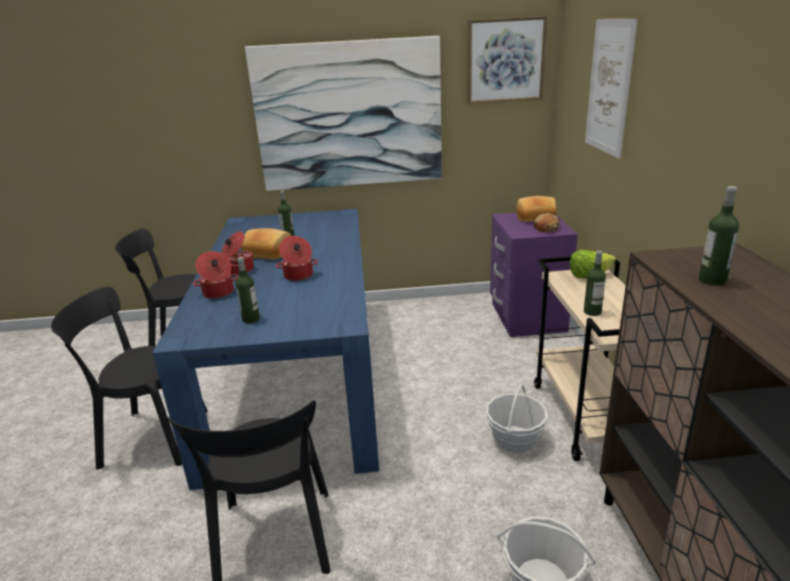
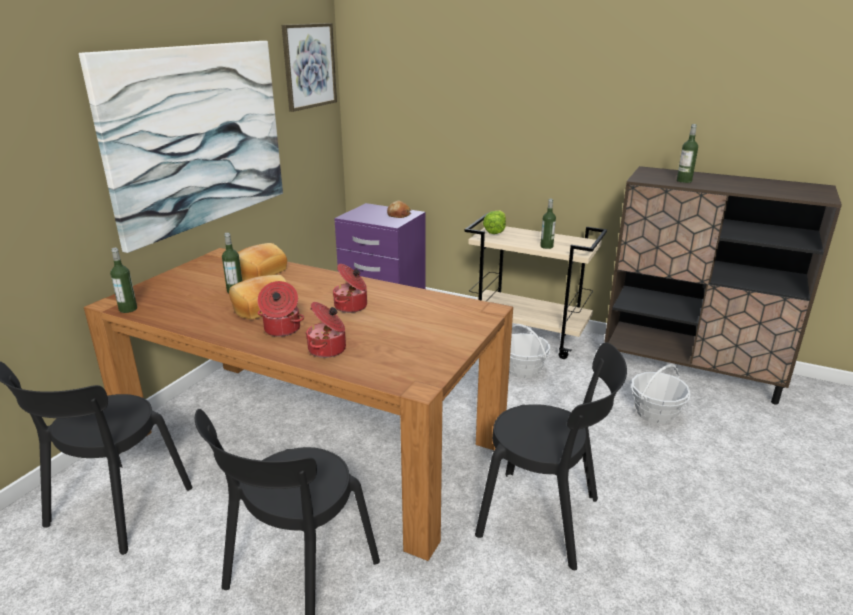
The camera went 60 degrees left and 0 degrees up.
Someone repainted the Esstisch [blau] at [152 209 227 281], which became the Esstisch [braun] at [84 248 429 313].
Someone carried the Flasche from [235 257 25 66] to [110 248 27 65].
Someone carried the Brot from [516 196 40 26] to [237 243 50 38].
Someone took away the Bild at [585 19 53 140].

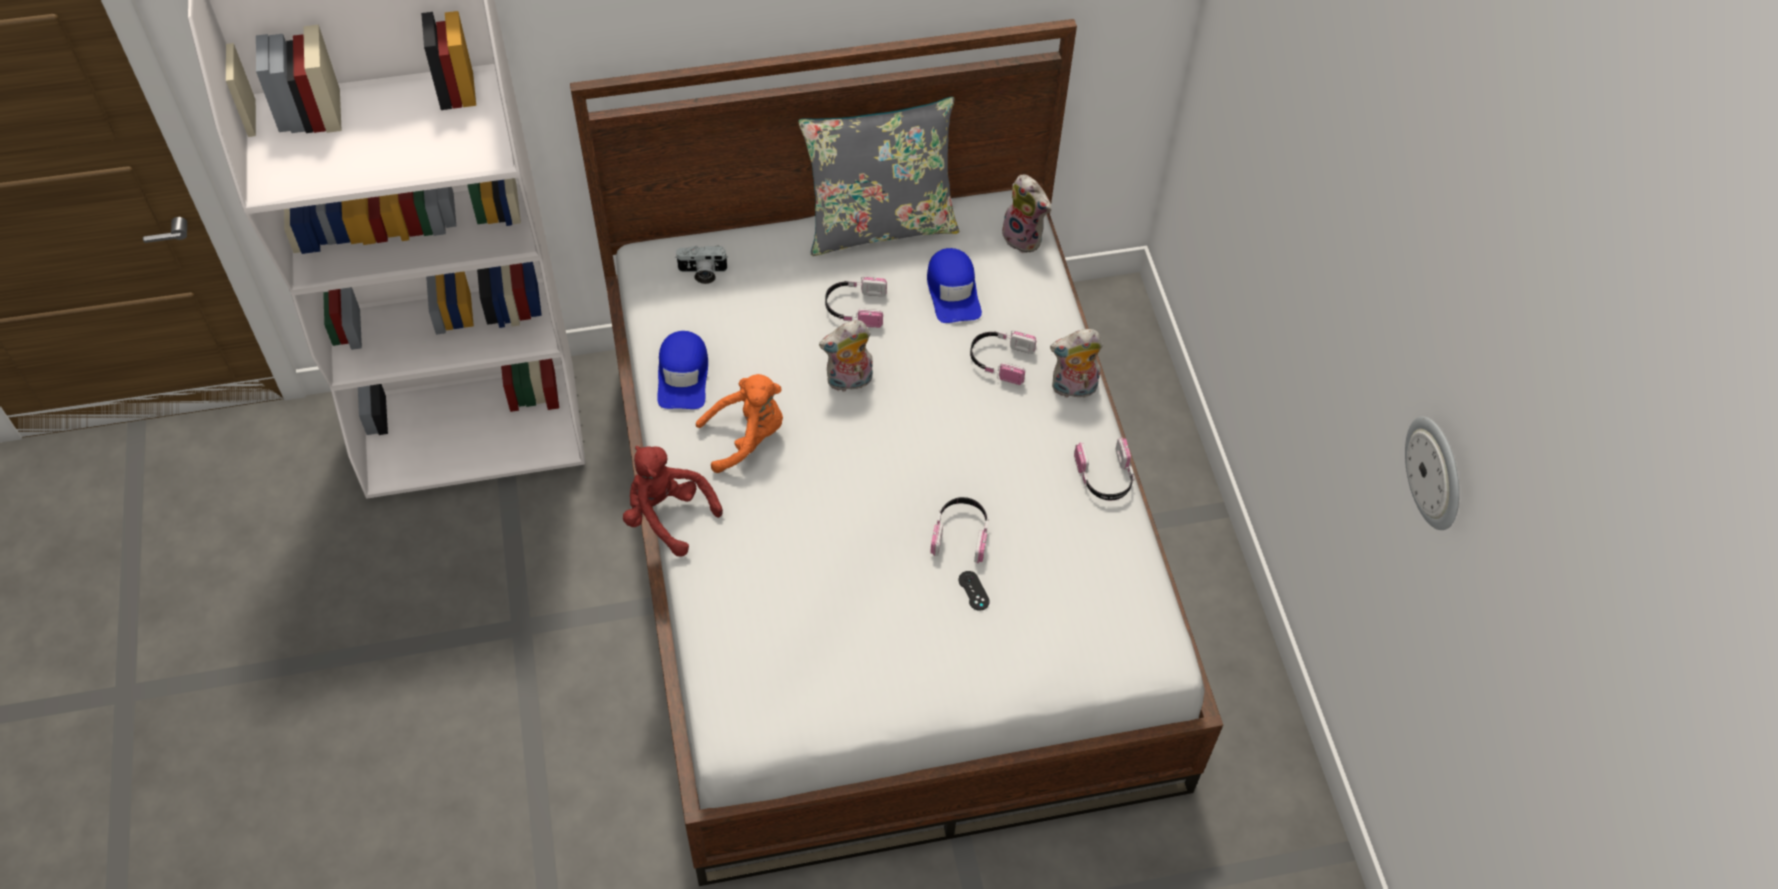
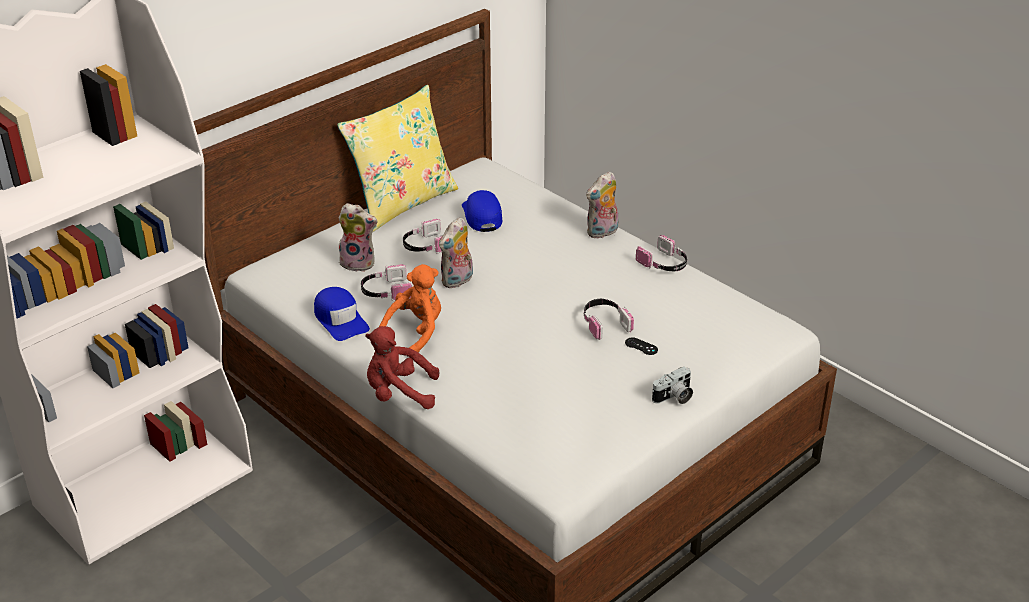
The camera went 30 degrees left and 20 degrees down.
Someone repainted the Kissen [grau] at [798 97 162 159], which became the Kissen [gelb] at [337 85 121 147].
Someone carried the Plüschtier from [1002 174 50 79] to [339 203 38 69].
Someone carried the Kopfhörer from [970 331 66 54] to [361 264 51 36].
Someone rotated the Kappe [blau] at [927 248 55 75] by 150 degrees counterclockwise.
Someone carried the Kamera from [675 246 53 38] to [652 367 41 37].
Someone took away the Wanduhr at [1405 416 54 114].

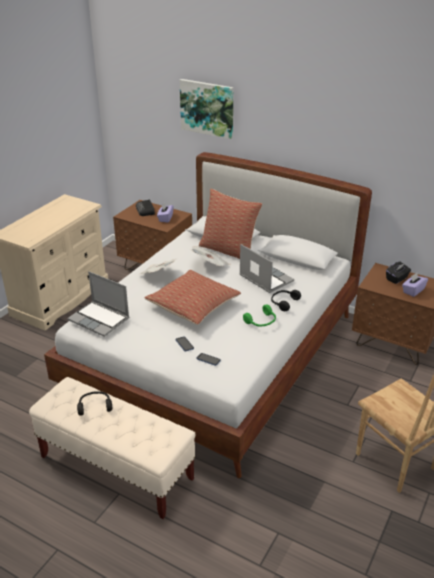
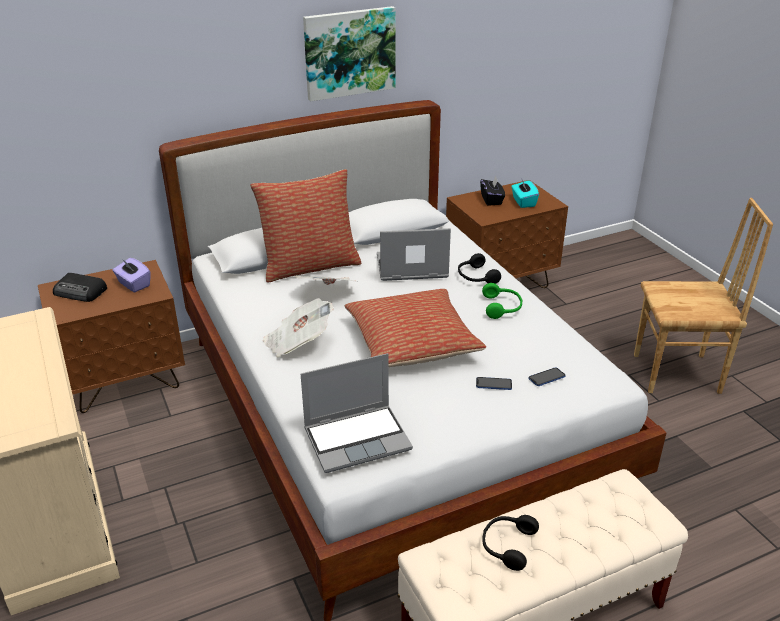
The camera went 55 degrees left and 0 degrees up.
Someone carried the Bild from [180 79 54 60] to [303 6 93 96].
Someone repainted the Taschentuchbox [lila] at [402 273 26 24], which became the Taschentuchbox [türkis] at [511 178 28 30].

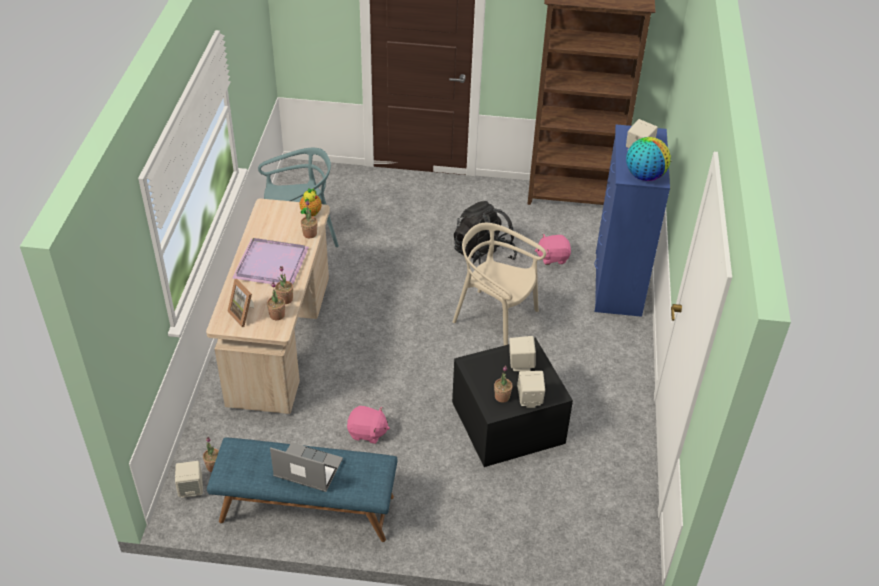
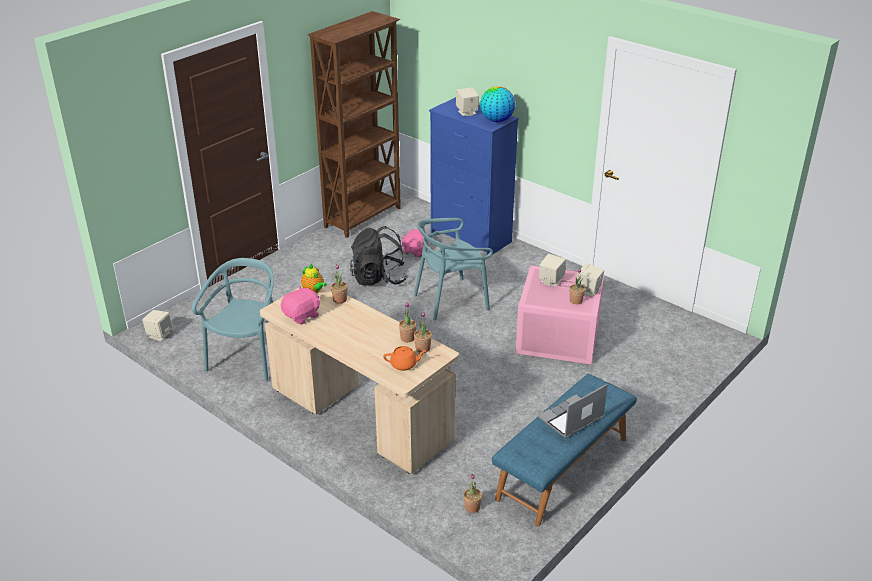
The camera went 55 degrees left and 10 degrees down.
Someone carried the Lautsprecher [beige] from [175 461 28 37] to [142 310 31 31].
Someone carried the Plüschtier [rosa] from [347 406 43 38] to [281 286 39 39].
Someone swapped the Bilderrahmen at [228 279 26 48] for the Teekanne [orange] at [383 346 43 25].
Someone repainted the Stuhl [beige] at [453 223 93 122], which became the Stuhl [türkis] at [414 218 79 102].
Someone repainted the Aufbewahrungsbox [schwarz] at [452 337 121 130], which became the Aufbewahrungsbox [rosa] at [516 266 88 98].
Someone took away the Tablett [lila] at [232 238 77 47].

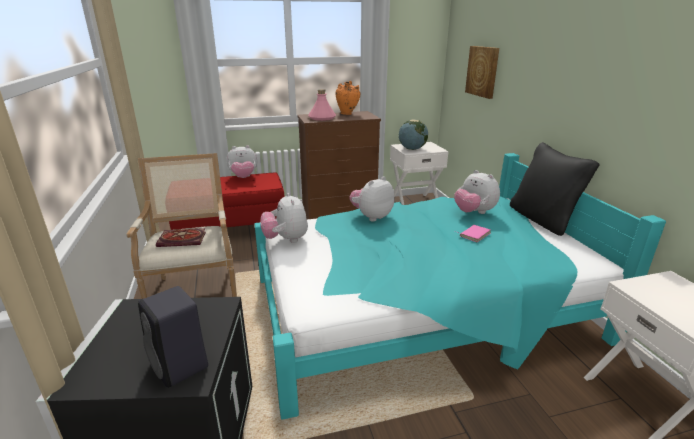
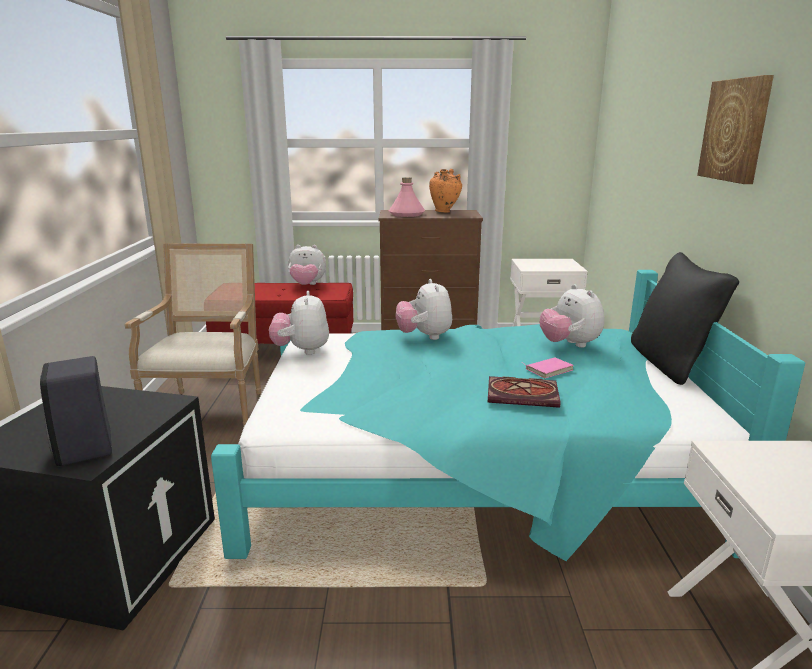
The camera went 15 degrees right and 5 degrees down.
Someone rotated the Plüschtier at [349 176 45 46] by 75 degrees counterclockwise.
Someone carried the Buch from [156 228 50 19] to [488 376 73 32].
Someone carried the Bild from [465 46 34 53] to [697 75 77 109].
Someone took away the Globus at [398 120 30 30].

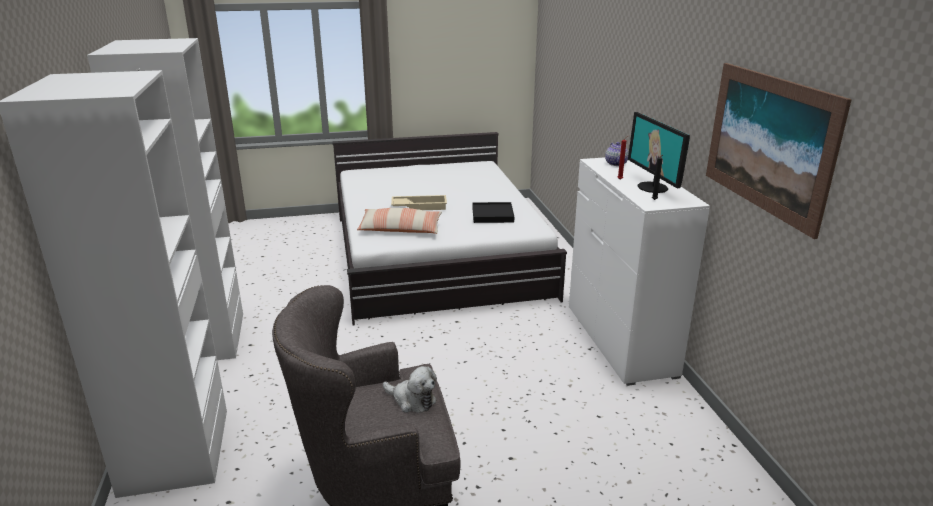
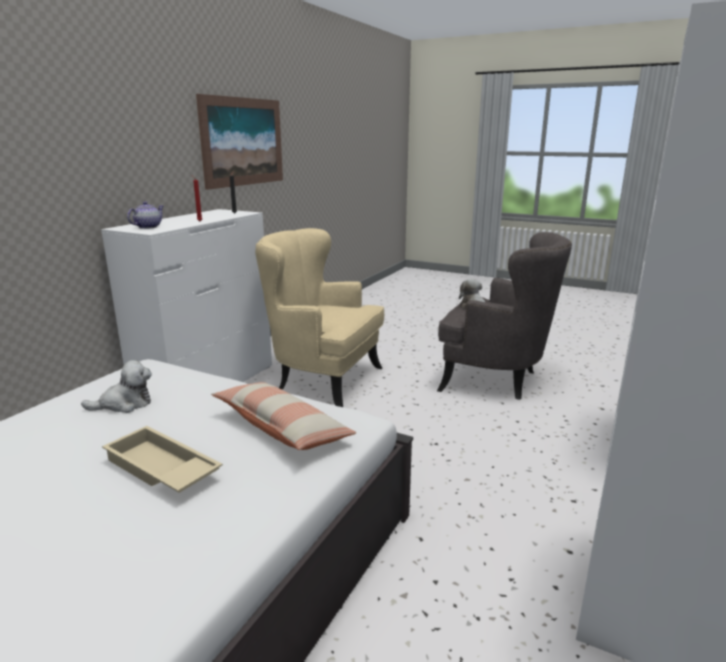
The camera went 140 degrees left and 5 degrees down.
Someone swapped the Tablett [schwarz] at [472 202 42 21] for the Plüschtier at [81 360 71 53].
Someone put down the Sessel [beige] at [255 228 129 179].
Someone took away the Monitor at [628 112 62 81].

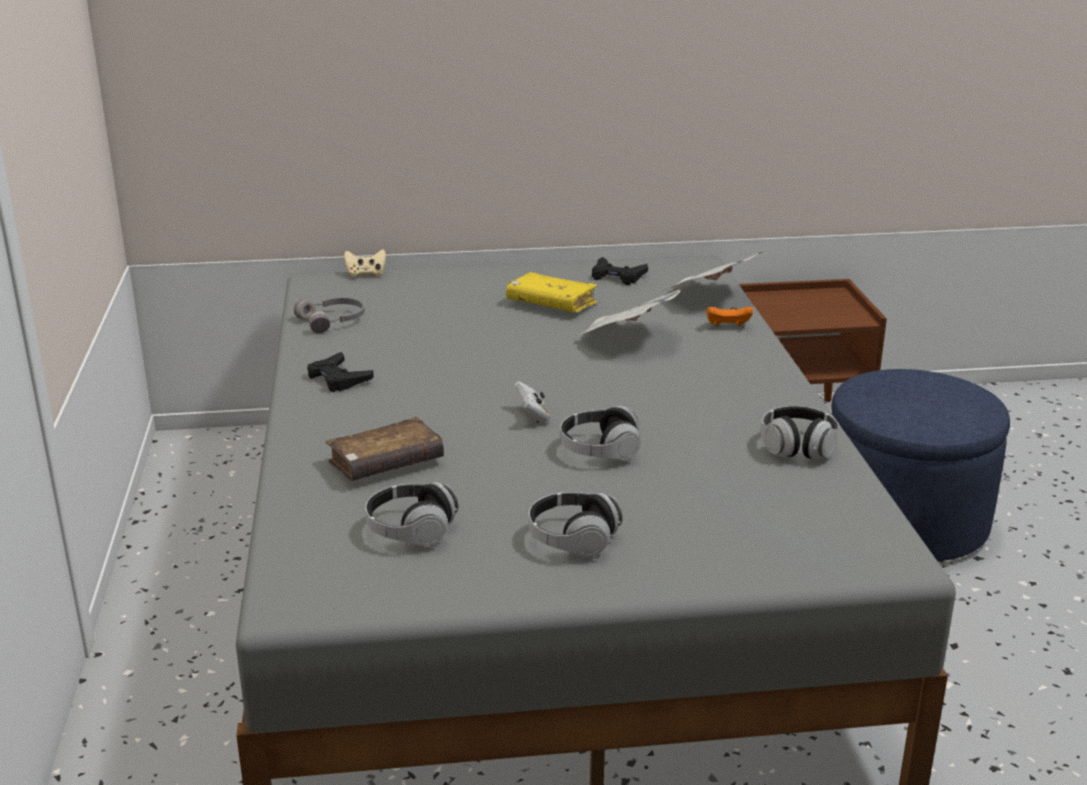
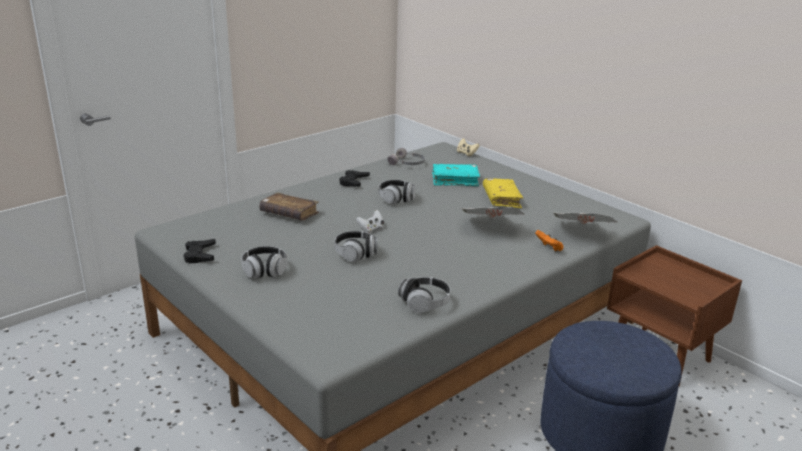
The camera went 55 degrees right and 0 degrees up.
Someone carried the Gamepad [schwarz] from [592 257 56 28] to [183 239 33 24].
Someone carried the Kopfhörer from [365 482 94 64] to [378 180 37 24].
Someone put down the Buch [türkis] at [432 164 48 22].

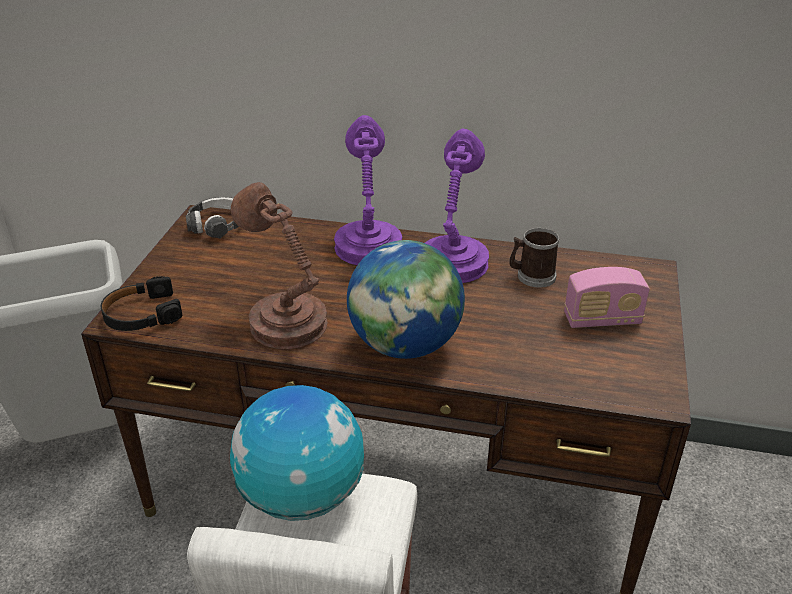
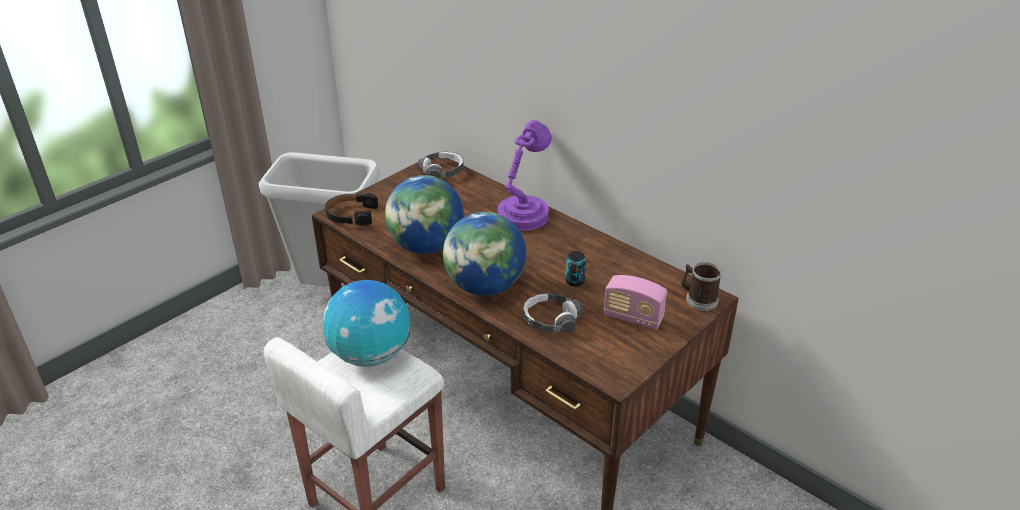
The camera went 30 degrees right and 0 degrees up.
Someone swapped the Tischlampe [braun] at [231 182 97 167] for the Globus at [385 175 79 79].
Someone put down the Kopfhörer at [522 293 61 41].
Someone put down the Dose at [566 251 20 36].
Someone carried the Henkelbecher from [509 228 51 60] to [681 262 41 49].
Someone took away the Tischlampe [lila] at [425 128 64 155].

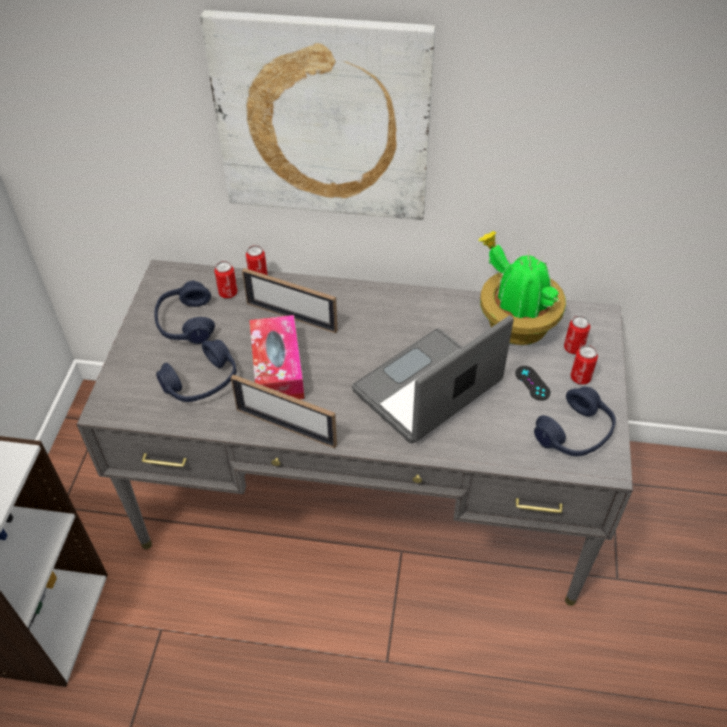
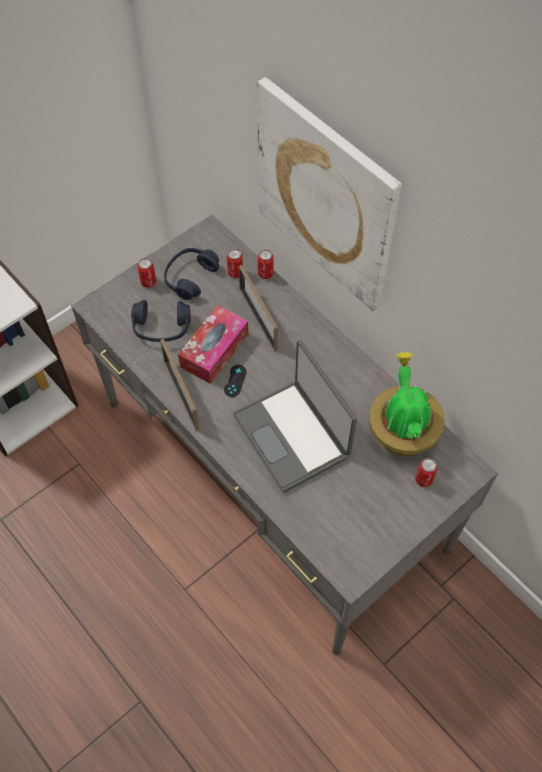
The camera went 40 degrees right and 10 degrees up.
Someone carried the Dose from [570 345 28 40] to [137 258 19 30].
Someone carried the Gamepad [schwarz] from [515 366 36 35] to [224 365 23 32].
Someone rotated the Laptop at [352 315 162 129] by 120 degrees counterclockwise.
Someone took away the Kopfhörer [blau] at [534 387 82 69].

